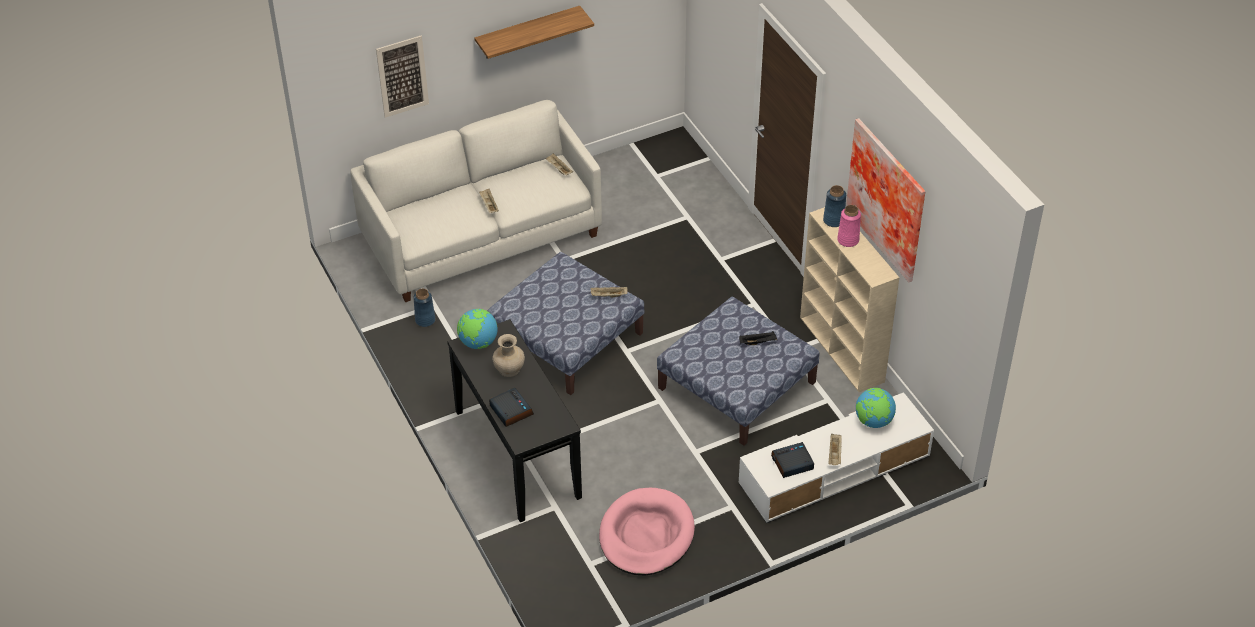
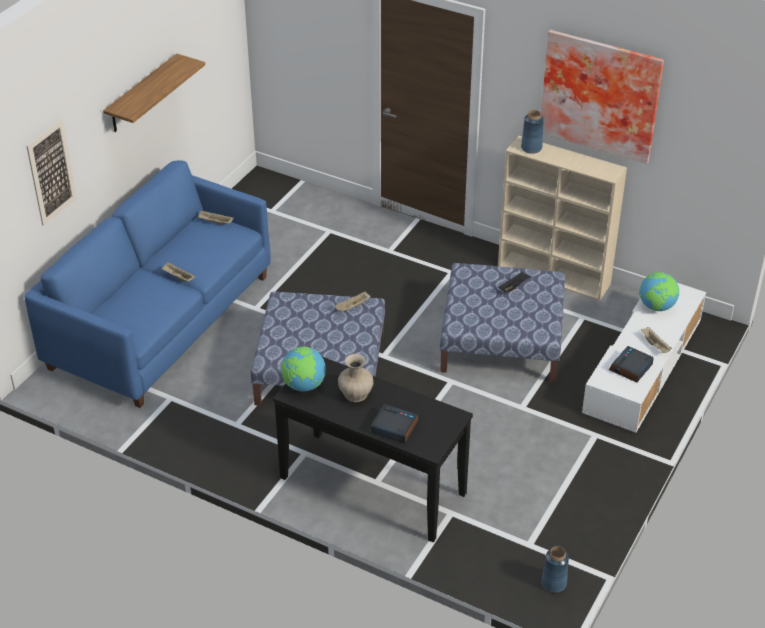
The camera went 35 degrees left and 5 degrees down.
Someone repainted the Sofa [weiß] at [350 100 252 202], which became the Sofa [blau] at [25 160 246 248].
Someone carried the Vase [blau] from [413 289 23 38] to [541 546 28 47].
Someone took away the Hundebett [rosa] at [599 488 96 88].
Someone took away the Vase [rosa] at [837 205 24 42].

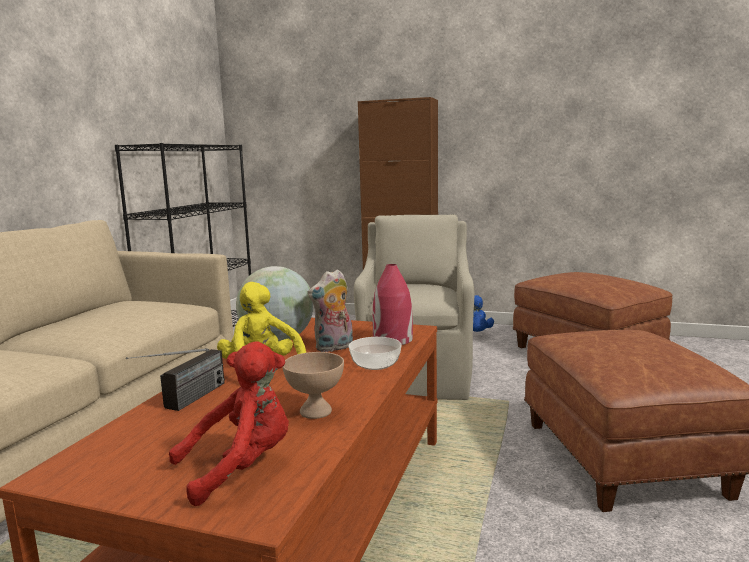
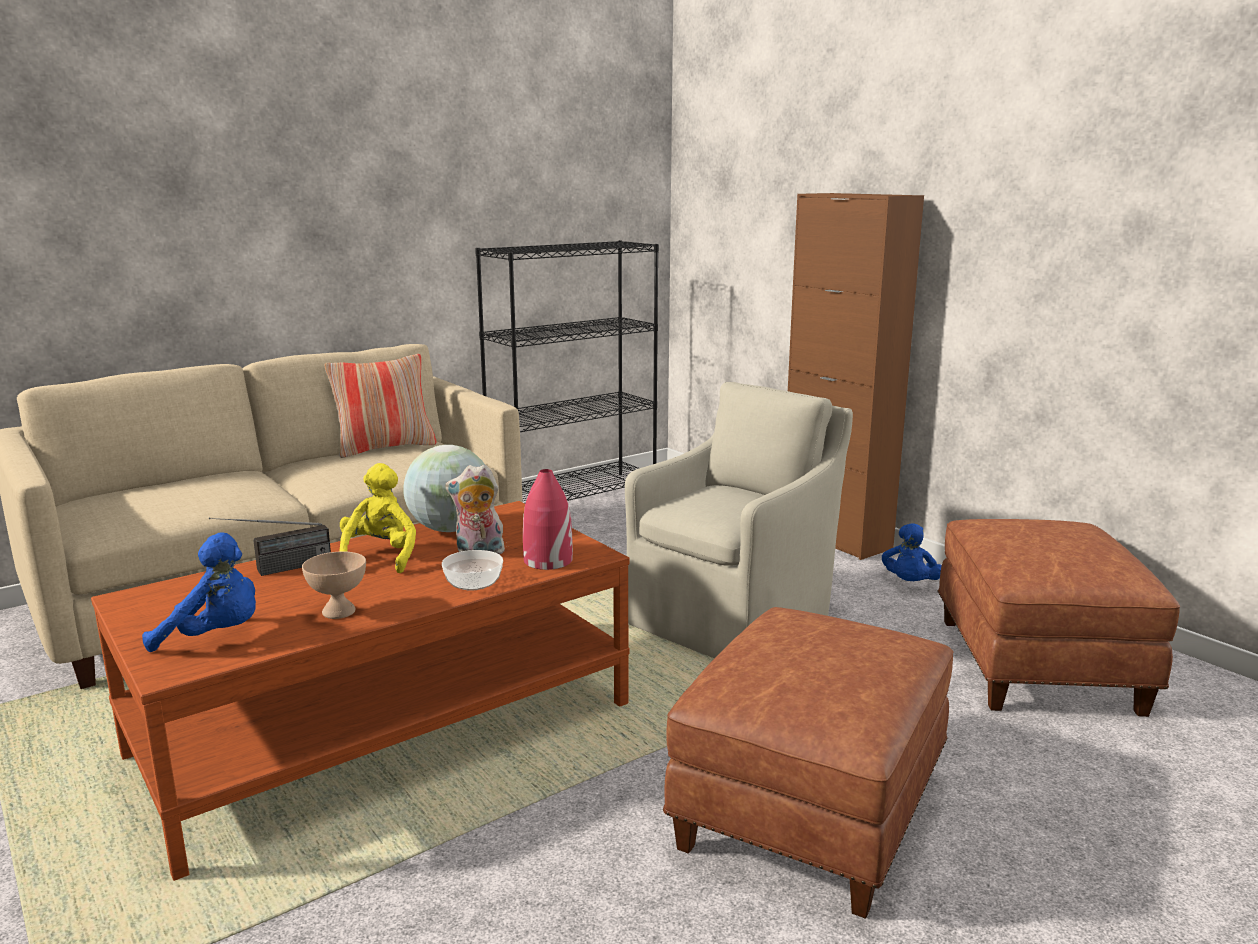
The camera went 35 degrees right and 5 degrees up.
Someone repainted the Plüschtier [rot] at [169 341 120 165], which became the Plüschtier [blau] at [142 533 114 119].
Someone put down the Kissen at [325 354 112 104].

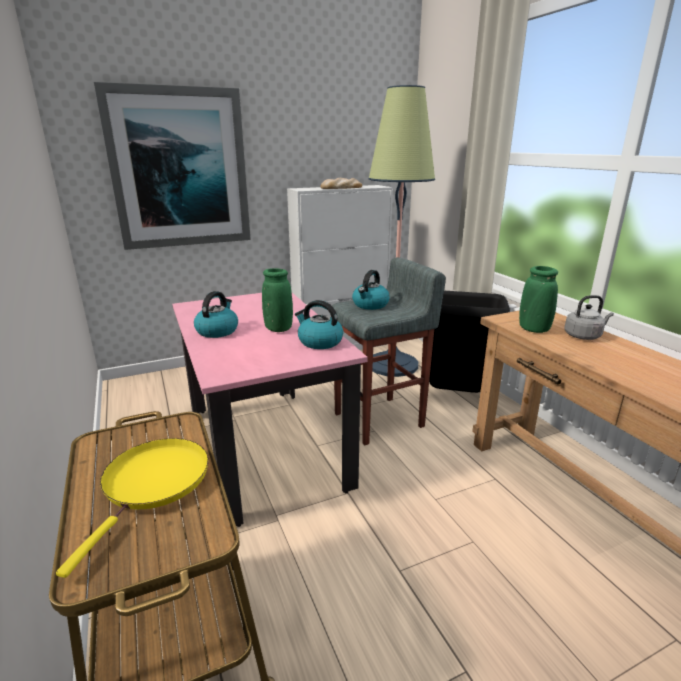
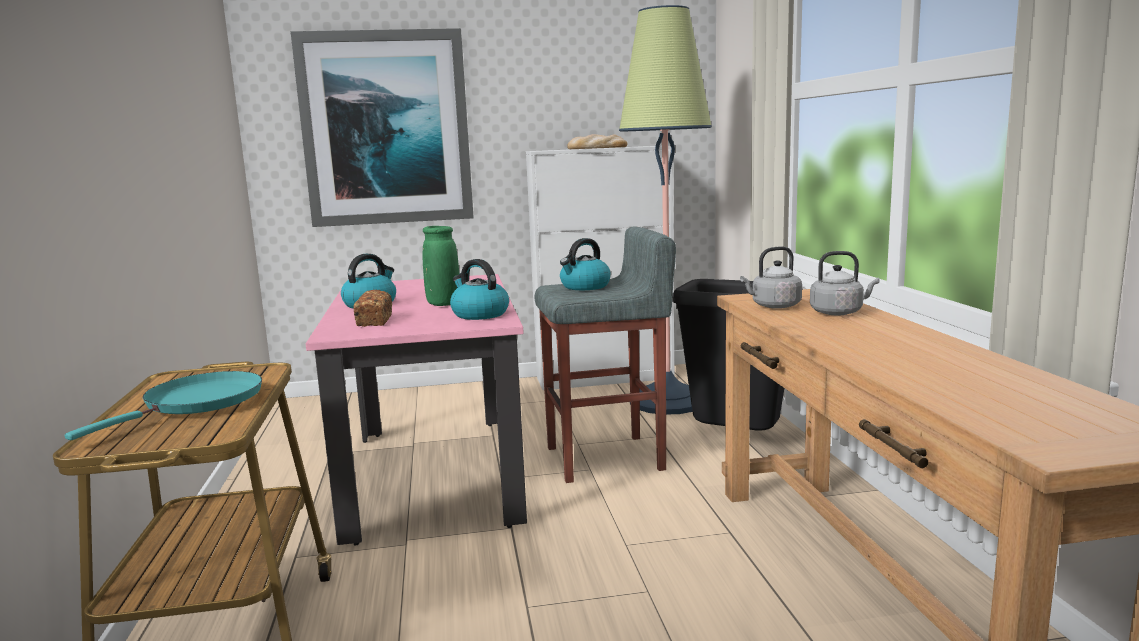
The camera went 15 degrees right and 10 degrees down.
Someone repainted the Pfanne [gelb] at [56 438 153 140], which became the Pfanne [türkis] at [65 371 197 69].
Someone put down the Brot at [353 290 39 37].
Someone swapped the Vase [grün] at [519 266 39 67] for the Wasserkessel [grau] at [740 246 62 63].

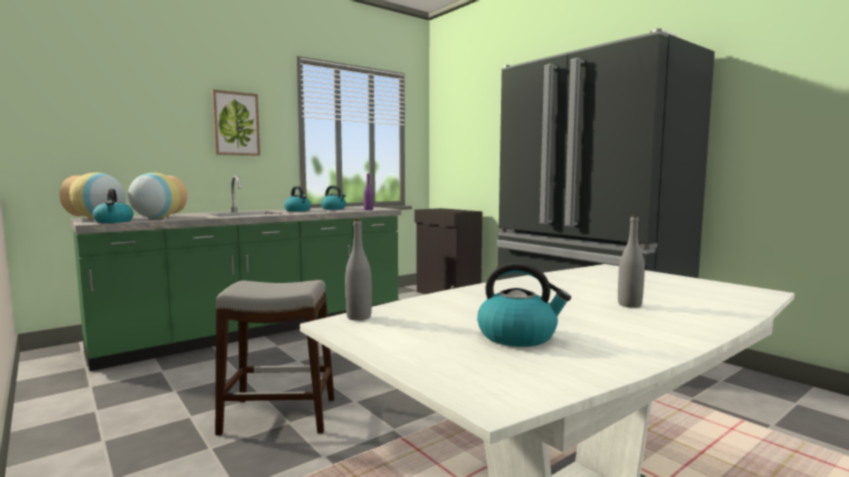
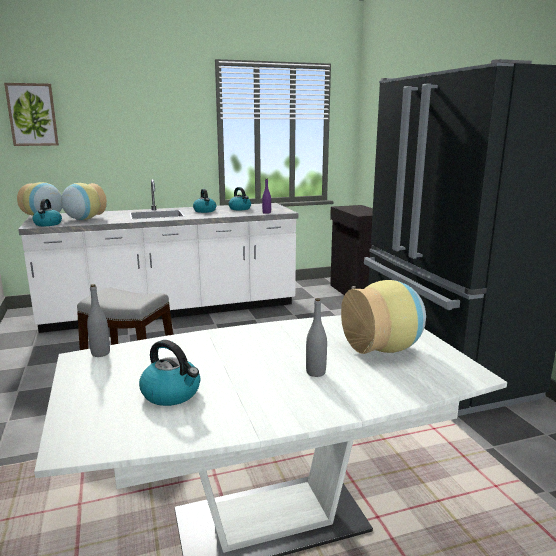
The camera went 20 degrees right and 10 degrees up.
Someone carried the Bild from [212 89 48 67] to [4 83 55 63].
Someone repainted the Küchenzeile [grün] at [70 175 331 196], which became the Küchenzeile [weiß] at [18 179 281 154].
Someone put down the Vase at [341 280 85 74].

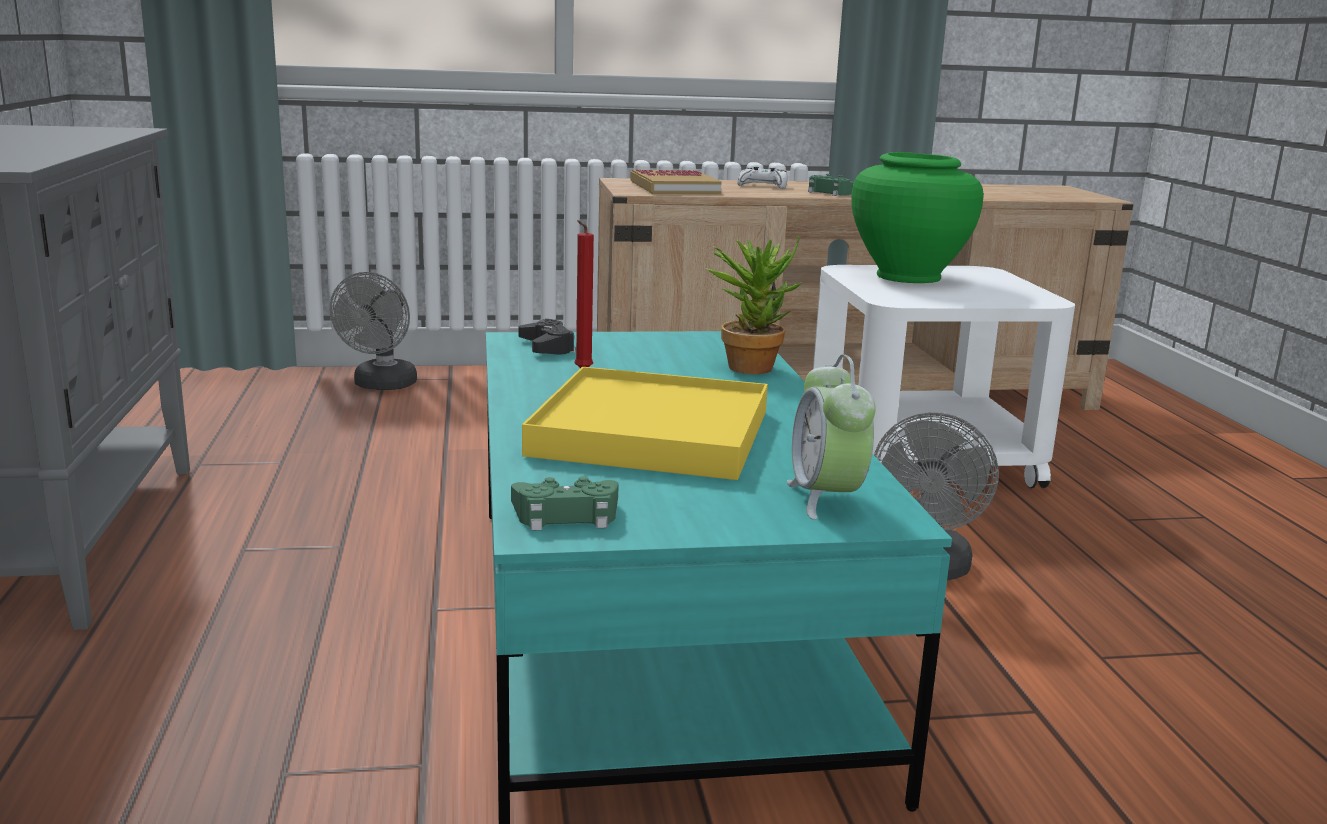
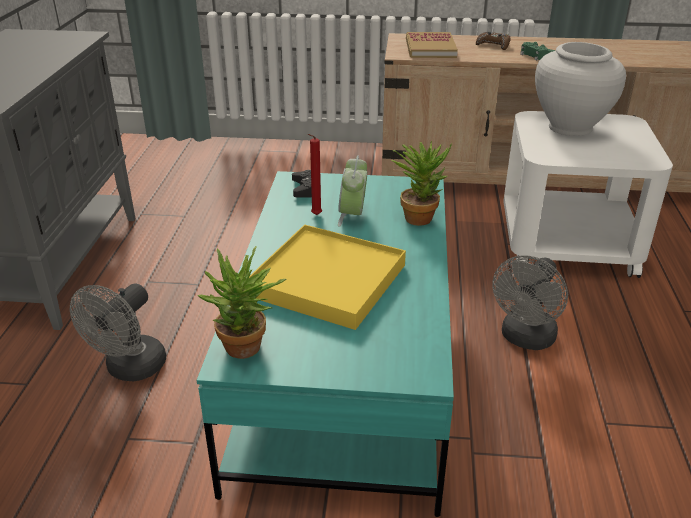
The camera went 15 degrees right and 15 degrees up.
Someone carried the Ventilator [grau] from [330 272 87 118] to [70 283 96 99].
Someone swapped the Gamepad [grün] at [511 476 108 55] for the Topfpflanze at [197 246 89 113].
Someone carried the Wecker from [787 355 88 165] to [338 155 29 72].
Someone repainted the Gamepad [weiß] at [737 167 51 22], which became the Gamepad [braun] at [476 32 35 18].
Someone repainted the Vase [grün] at [851 152 133 131], which became the Vase [weiß] at [535 42 91 94].

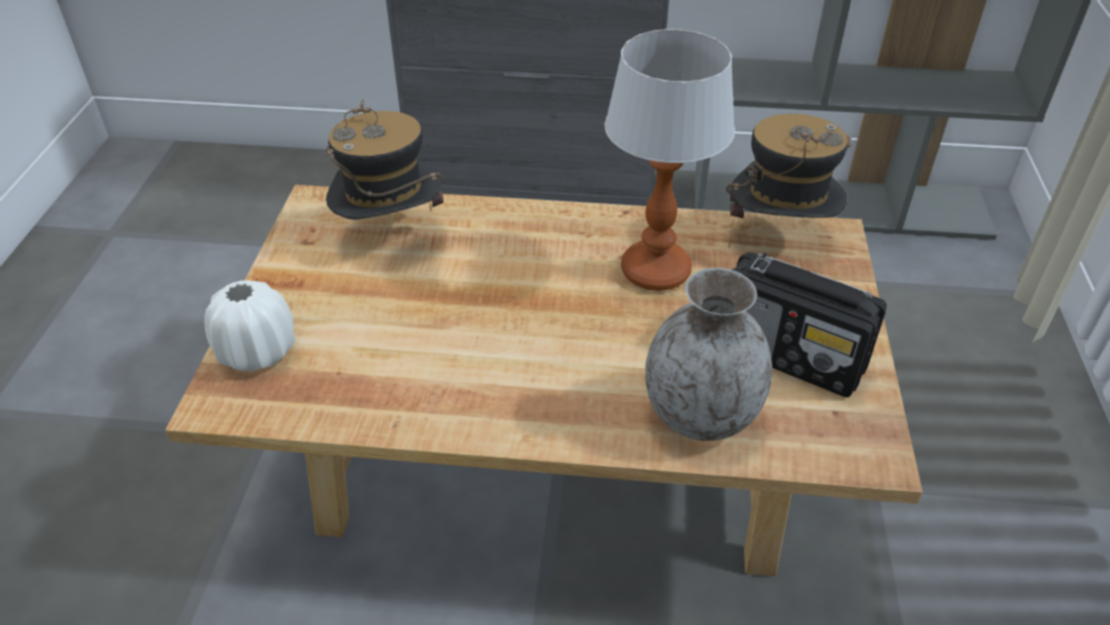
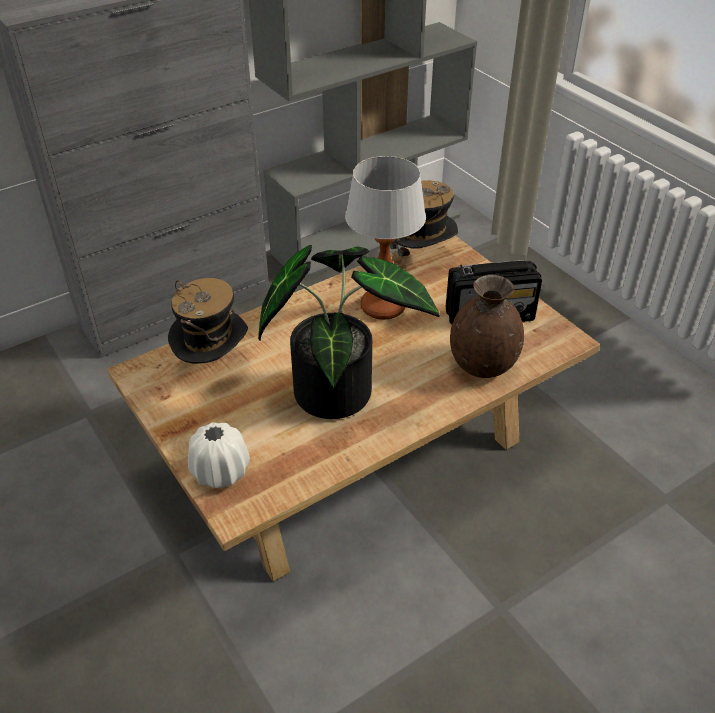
The camera went 40 degrees left and 0 degrees up.
Someone put down the Topfpflanze at [258 245 182 174].
Someone repainted the Vase [grau] at [645 268 127 173], which became the Vase [braun] at [450 275 74 103].

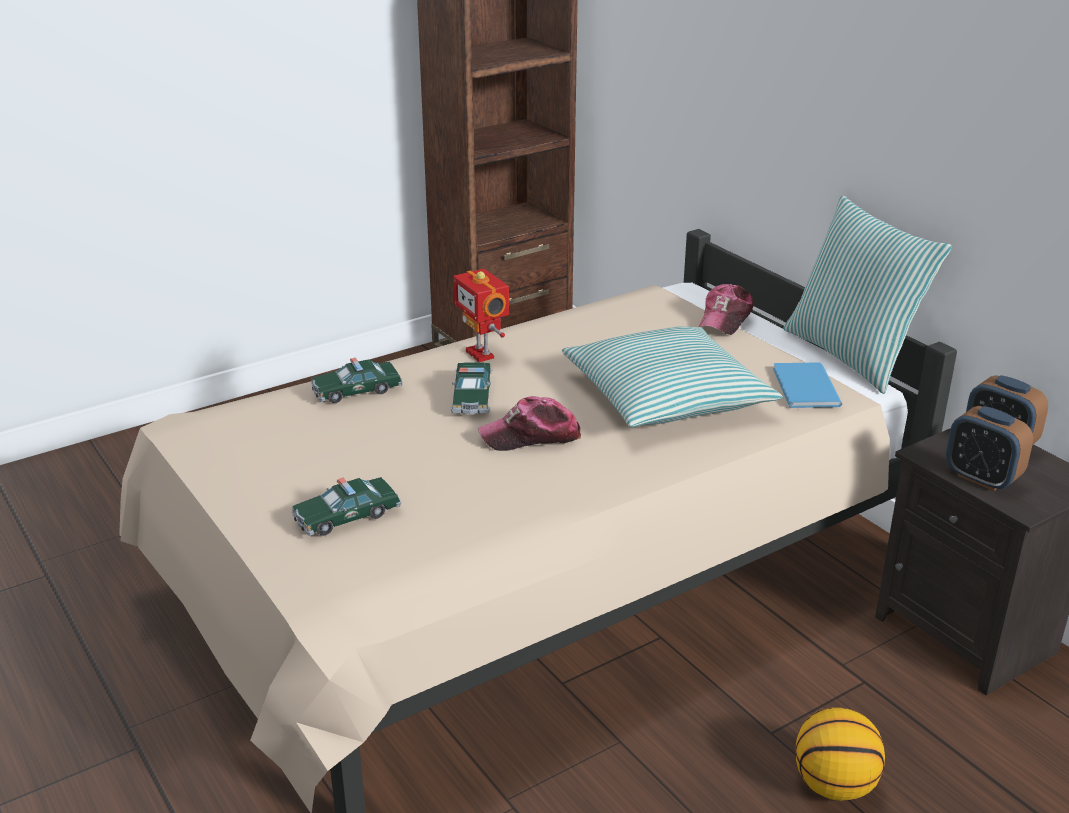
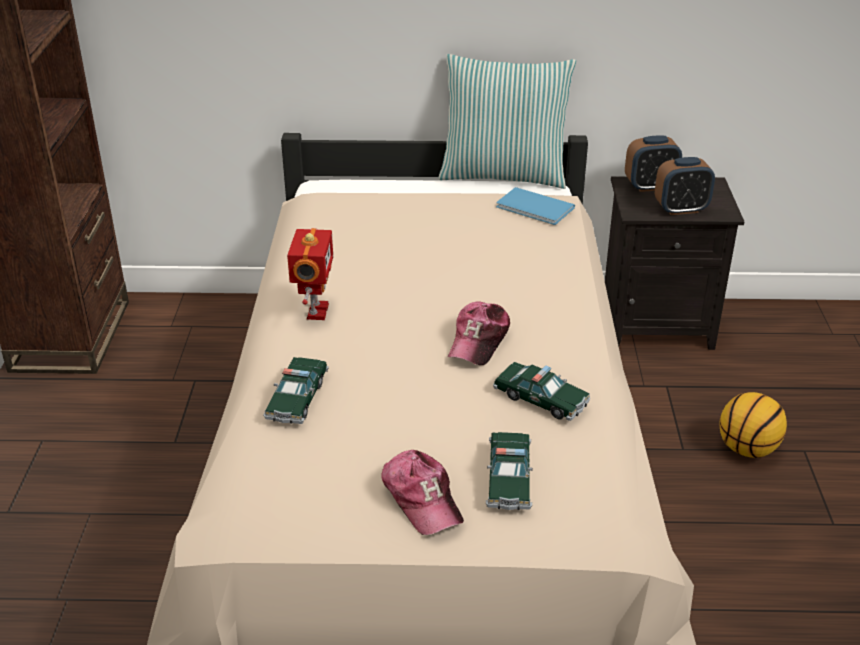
The camera went 55 degrees left and 5 degrees up.
Someone rotated the Spielzeugroboter at [453 269 56 93] by 90 degrees counterclockwise.
Someone carried the Kappe from [699 284 55 51] to [381 450 83 85].
Someone carried the Spielzeugauto from [450 363 42 51] to [493 362 97 59].
Someone took away the Kissen at [562 326 221 101].

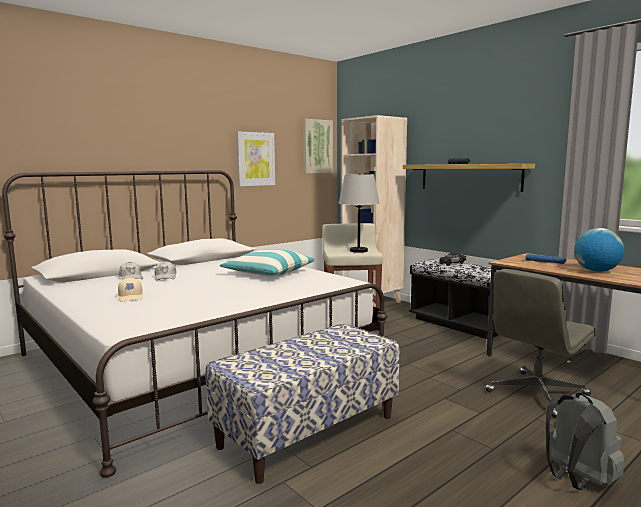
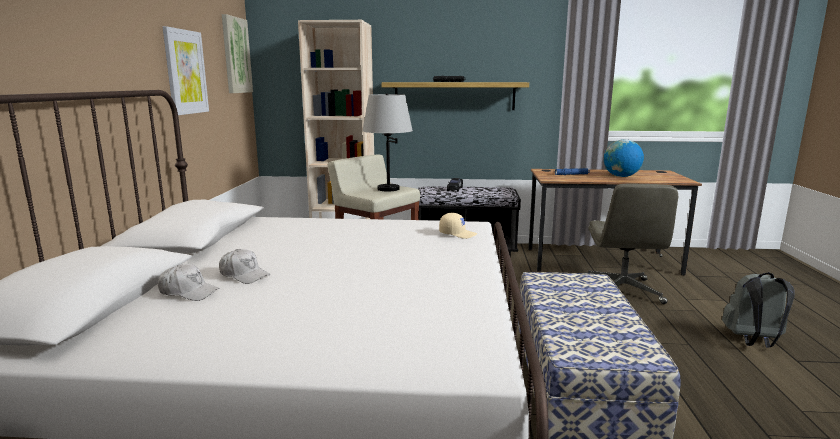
The camera went 45 degrees left and 5 degrees up.
Someone carried the Kappe [beige] from [118 278 25 24] to [439 213 38 26].
Someone took away the Kissen at [220 249 95 28].

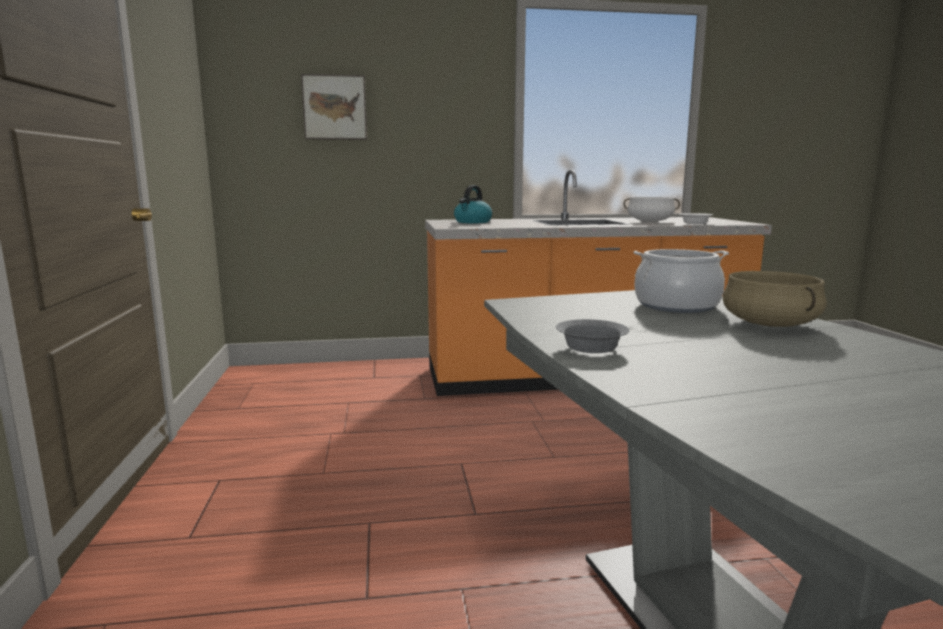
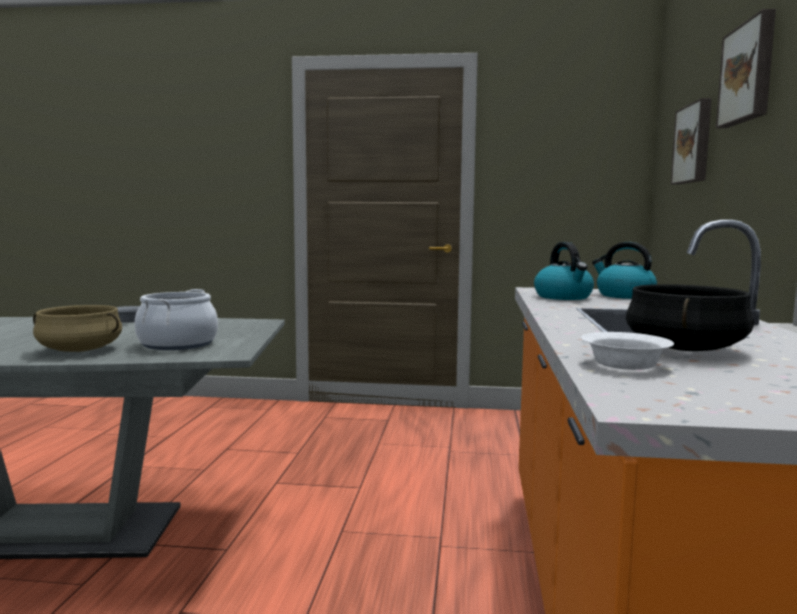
The camera went 105 degrees right and 5 degrees down.
Someone put down the Wasserkessel at [534 242 60 58].
Someone repainted the Kochtopf [weiß] at [624 197 56 25], which became the Kochtopf [schwarz] at [626 284 128 67].
Someone put up the Bild at [716 9 60 119].

